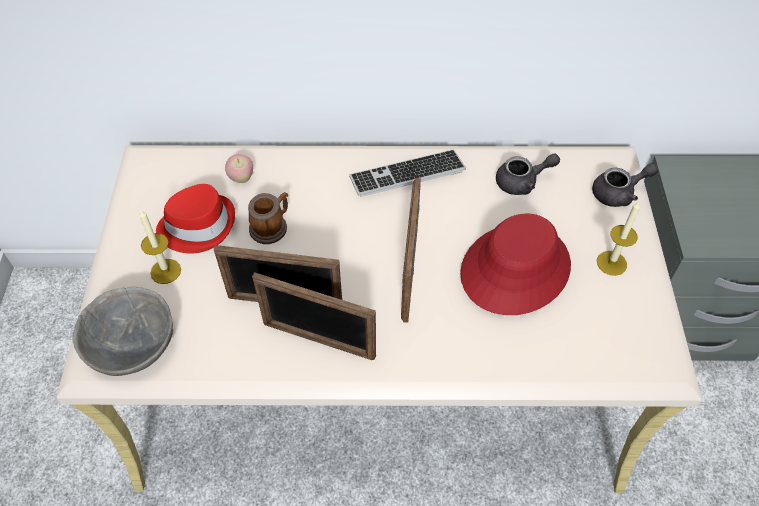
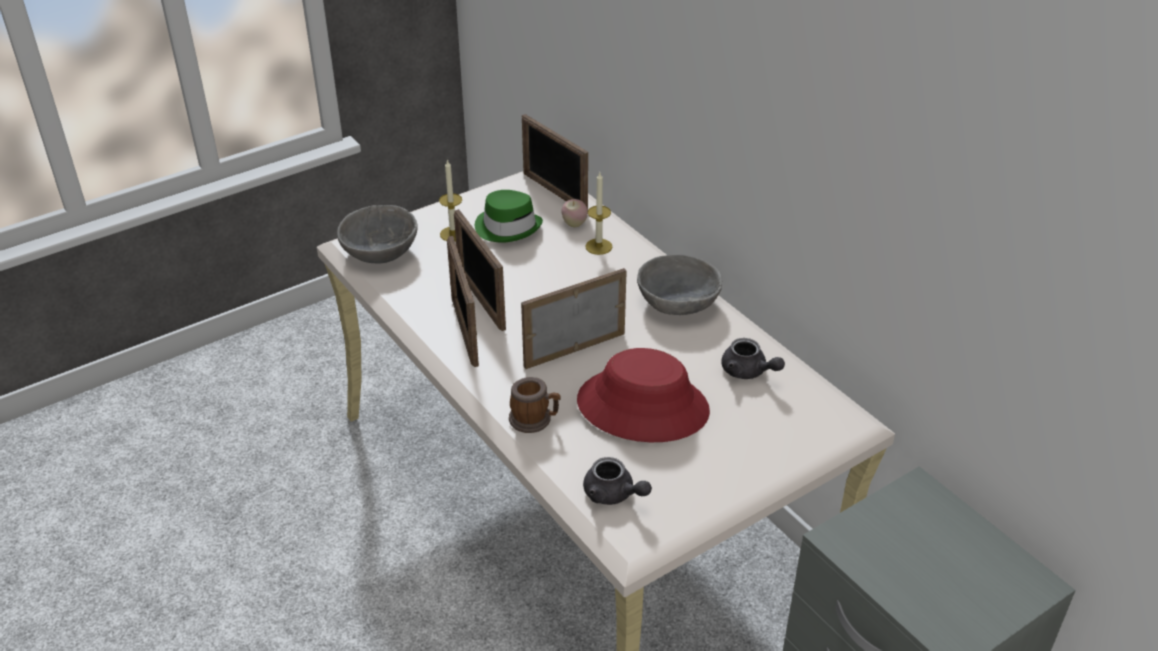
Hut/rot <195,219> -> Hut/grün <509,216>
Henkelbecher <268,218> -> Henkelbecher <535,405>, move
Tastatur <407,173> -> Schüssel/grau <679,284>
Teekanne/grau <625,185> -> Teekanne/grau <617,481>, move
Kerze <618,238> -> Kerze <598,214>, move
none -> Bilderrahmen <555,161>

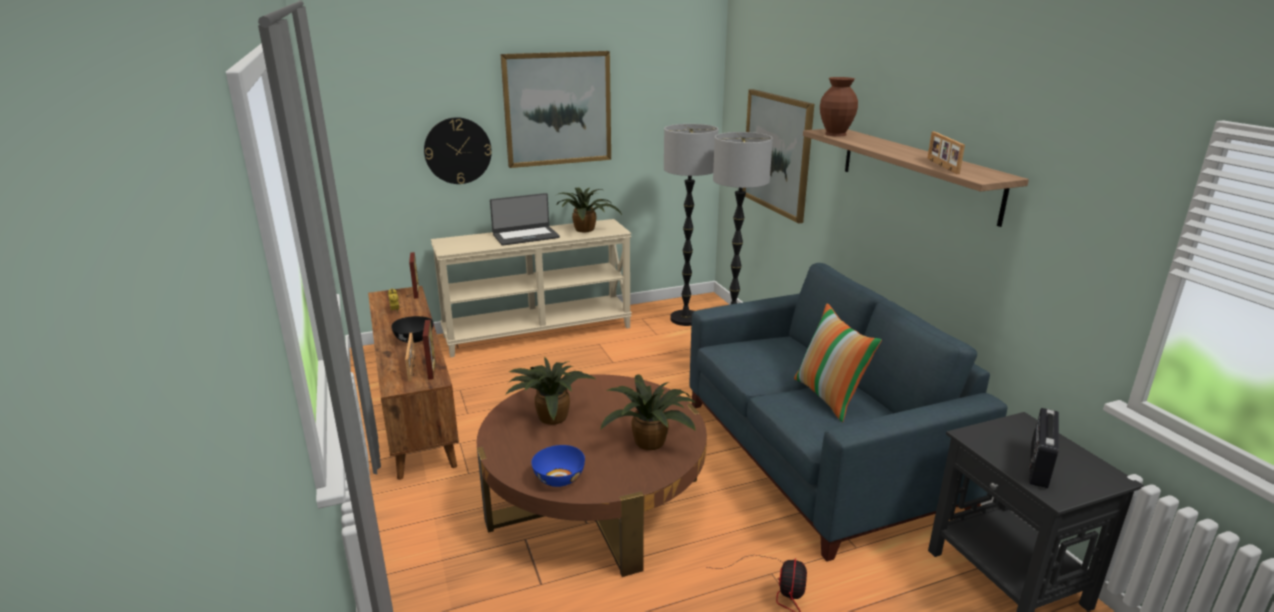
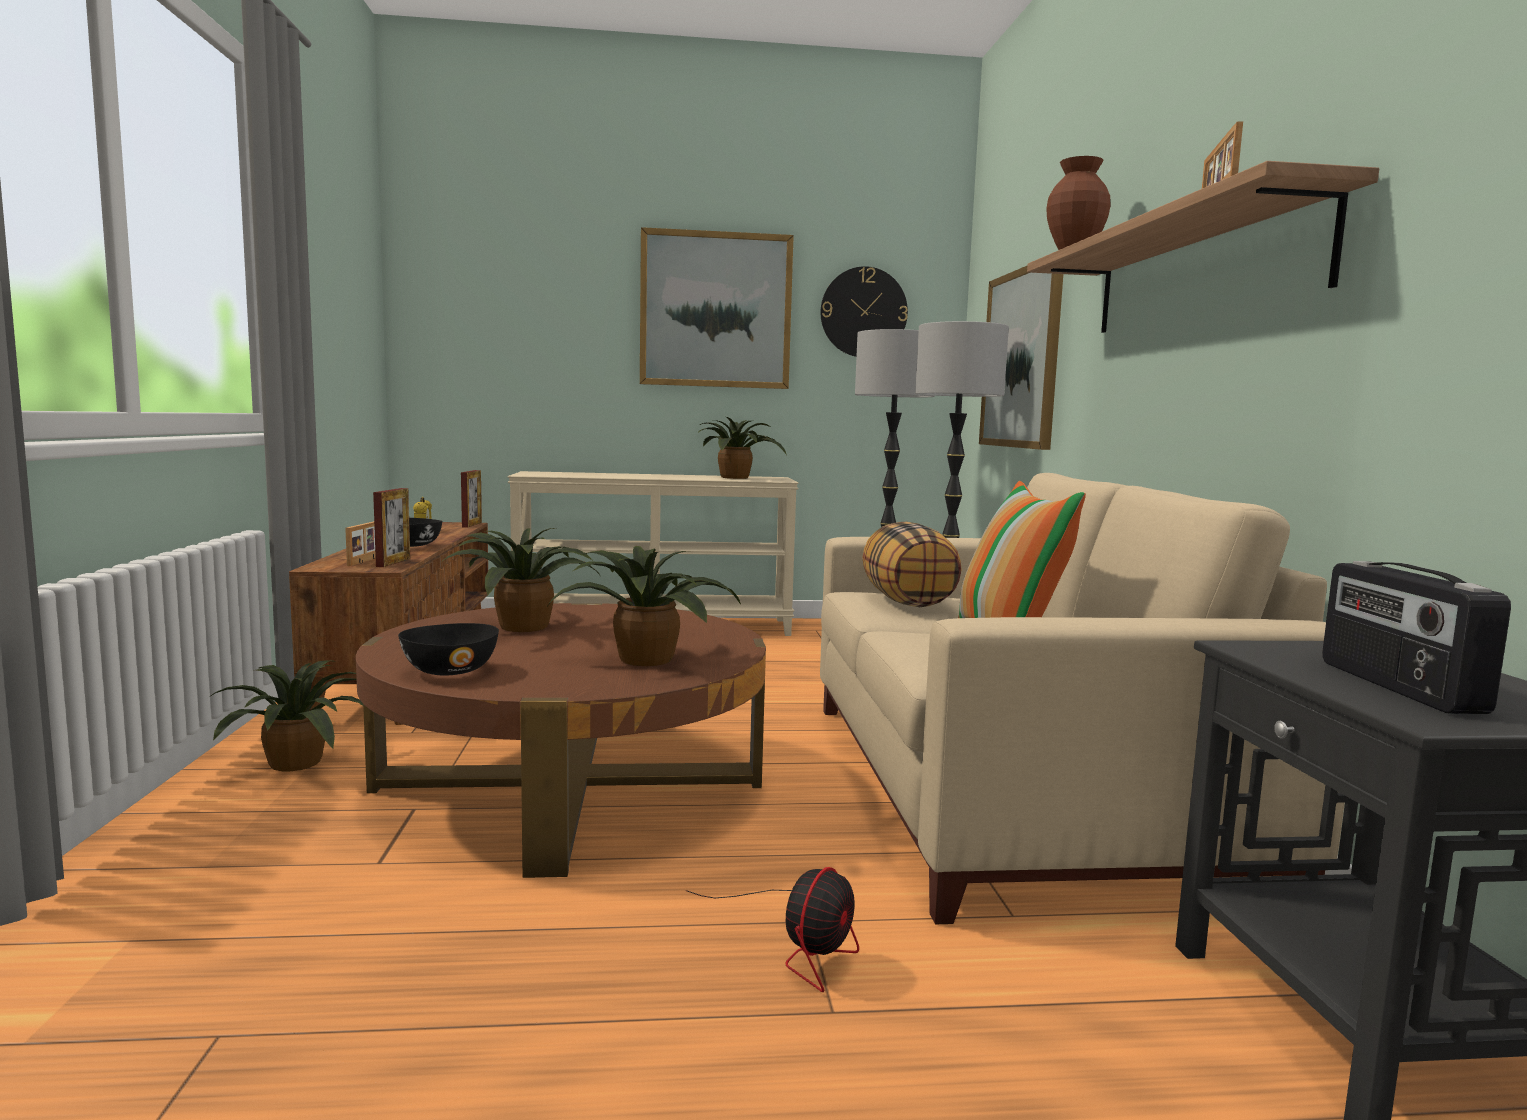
Wanduhr <458,150> -> Wanduhr <864,311>, move
Laptop <525,219> -> none
Schüssel/blau <558,466> -> Schüssel/schwarz <448,649>
Sofa/blau <848,412> -> Sofa/beige <1082,698>
Radio <1044,448> -> Radio <1416,637>, 45 degrees counterclockwise
none -> Topfpflanze <284,715>
none -> Kissen <912,564>

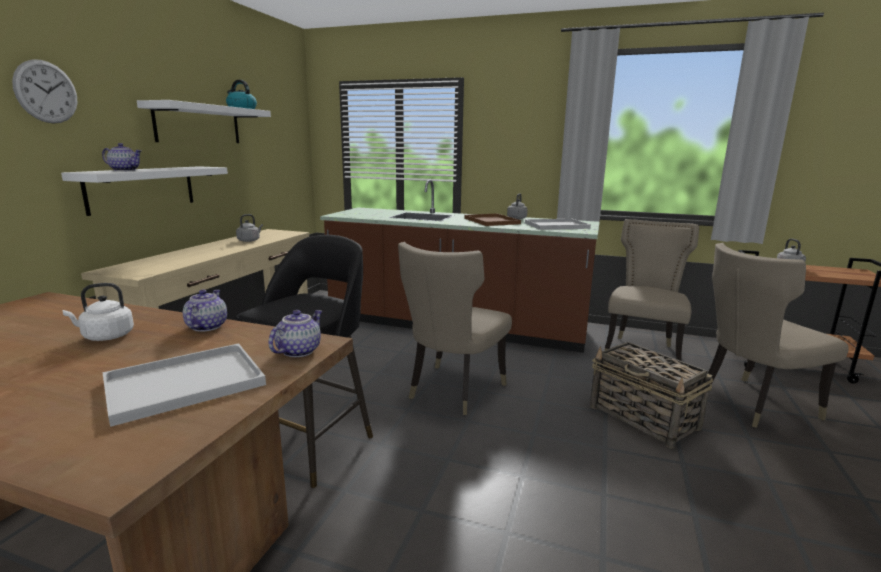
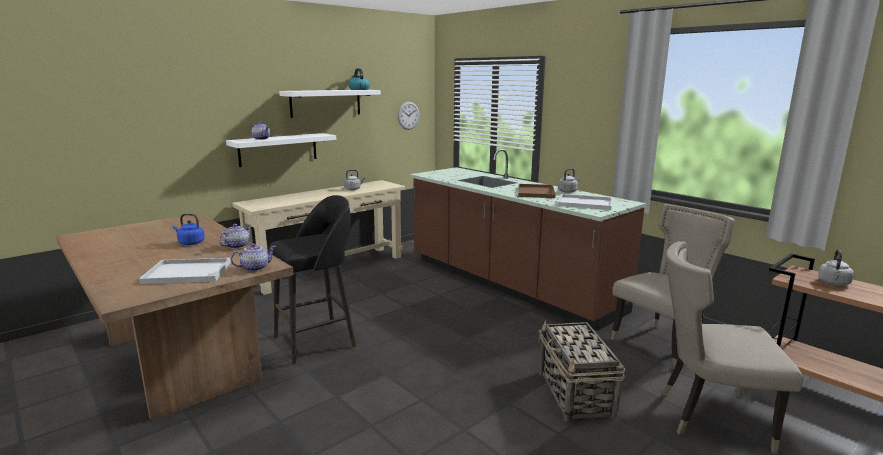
Wanduhr <45,92> -> Wanduhr <408,116>, move
Wasserkessel/weiß <98,312> -> Wasserkessel/blau <189,229>
Stuhl/beige <455,328> -> none

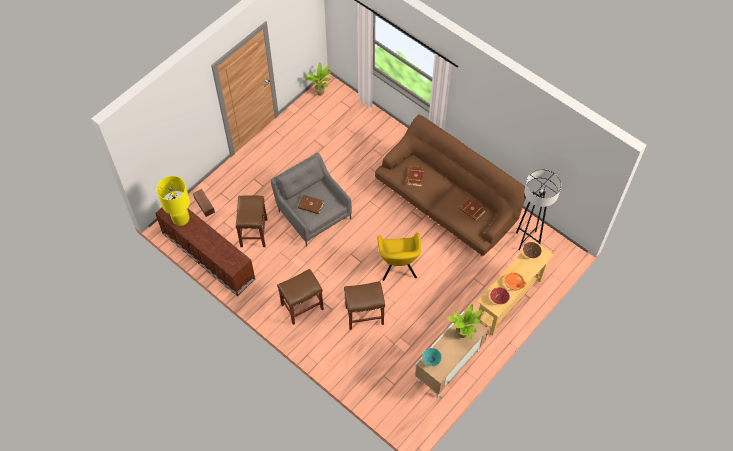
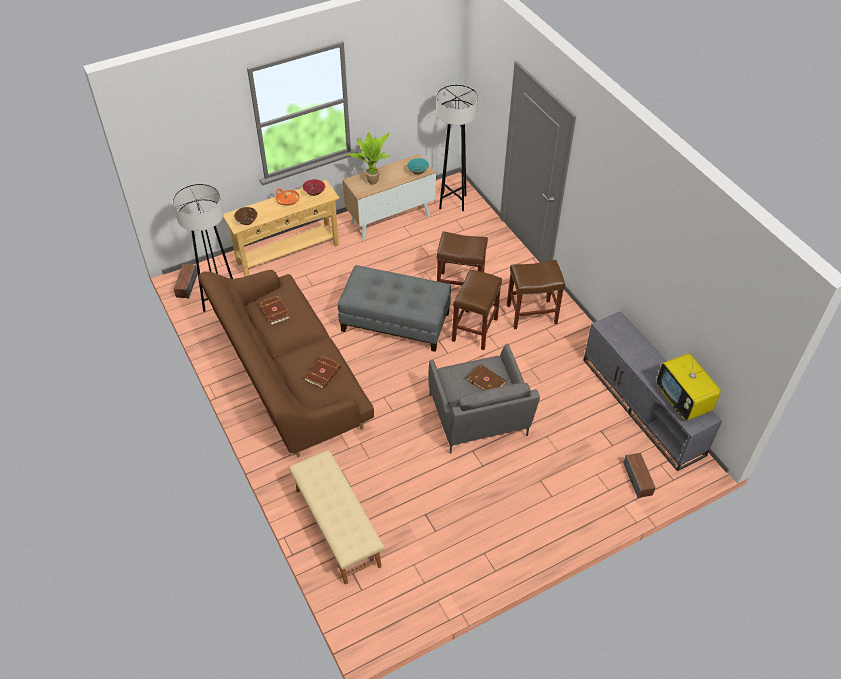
Fernsehschrank/braun <205,247> -> Fernsehschrank/grau <652,391>
Tischlampe/gelb <173,201> -> Fernseher <689,386>
Hocker/braun <251,221> -> Hocker/braun <477,309>, move
Topfpflanze <317,79> -> none
Sessel/gelb <399,257> -> Polsterhocker/grau <394,308>
none -> Lautsprecher <186,281>
none -> Bank/beige <336,517>
none -> Stehlampe/grau <457,148>

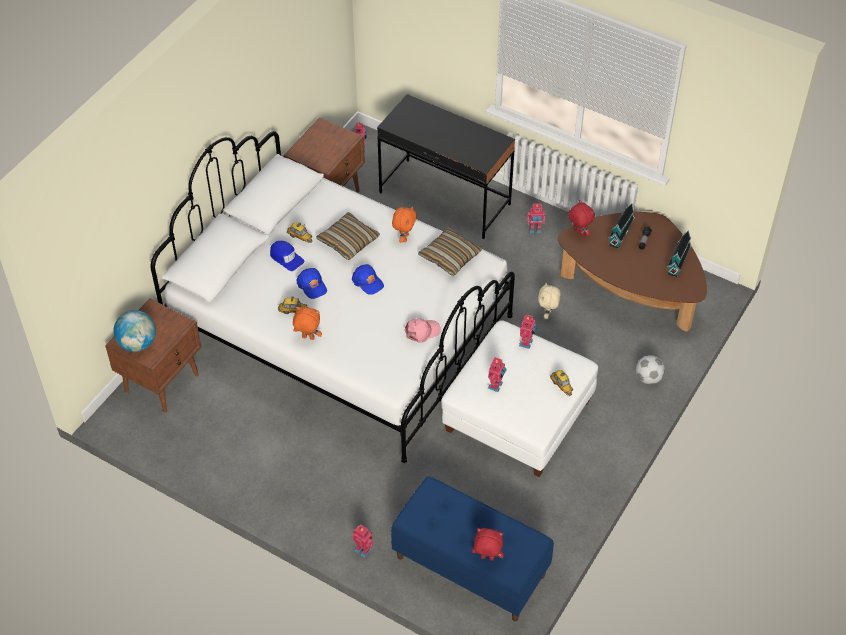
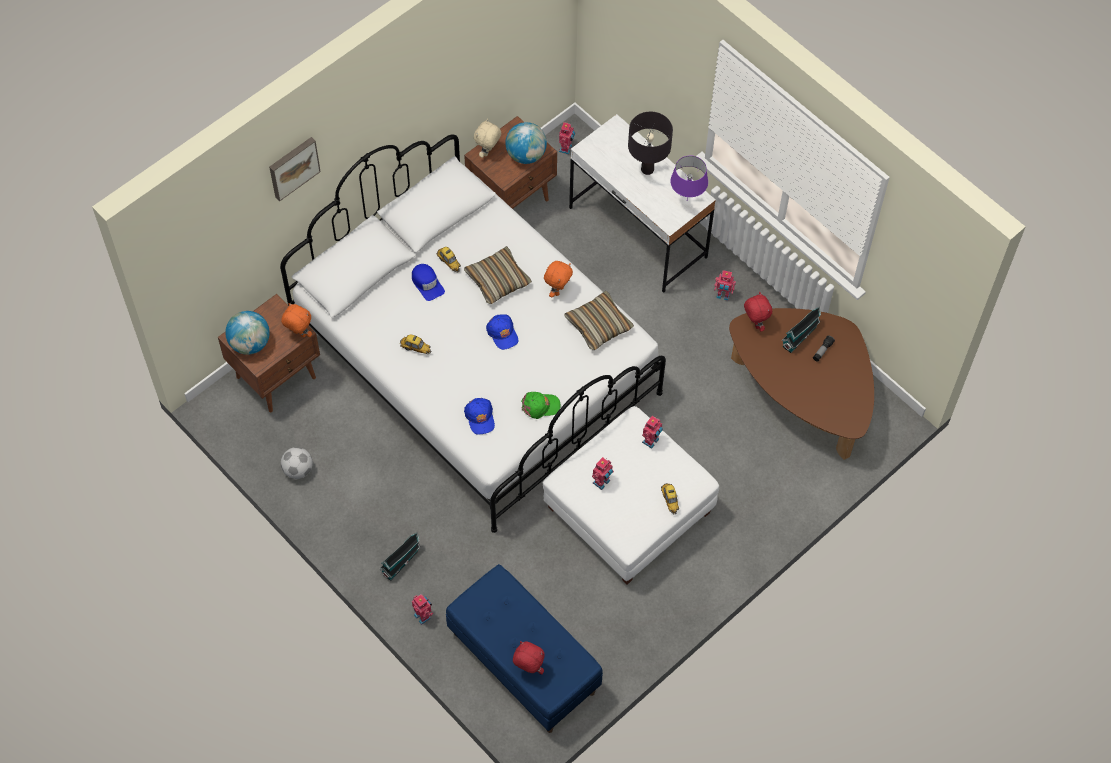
Plüschtier/orange <307,323> -> Plüschtier/orange <296,320>, move
Kappe/blau <311,283> -> Kappe/blau <479,416>, move
Schreibtisch/schwarz <446,166> -> Schreibtisch/weiß <642,203>
Kappe/rosa <422,330> -> Kappe/grün <540,405>
Plüschtier/beige <549,300> -> Plüschtier/beige <487,138>, move
Fußball <650,369> -> Fußball <297,463>, move
Spielzeughaus <679,253> -> Spielzeughaus <399,556>, move
none -> Bild <295,169>
none -> Globus <526,143>
none -> Tischlampe/schwarz <650,143>
none -> Tischlampe/lila <689,177>

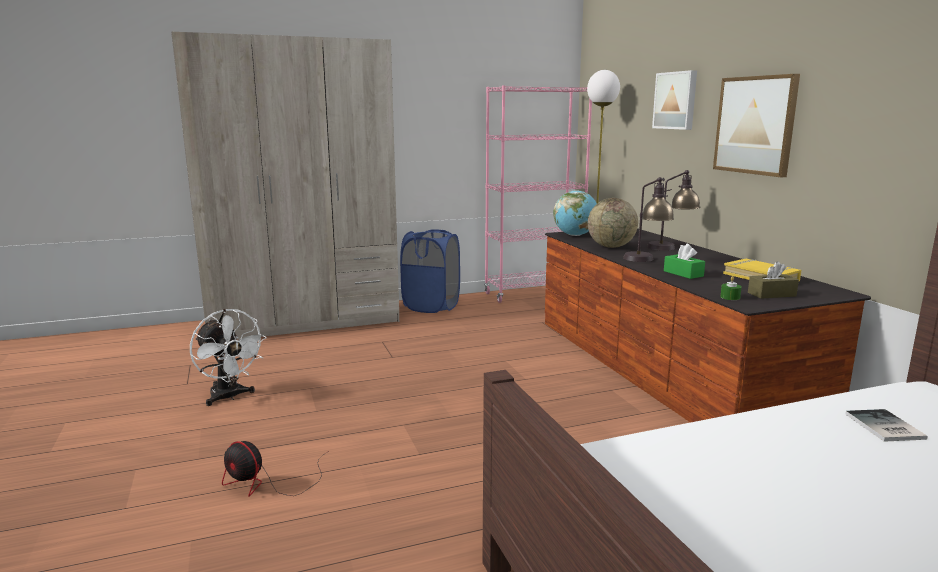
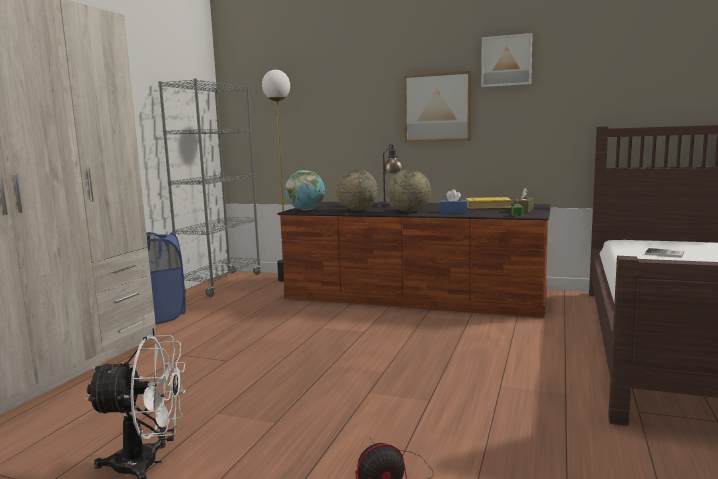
Bücherregal/rosa <538,194> -> Bücherregal/grau <209,188>
Tischlampe <648,219> -> Globus <409,190>
Bild <674,100> -> Bild <506,60>, move
Taschentuchbox/grün <684,261> -> Taschentuchbox/blau <453,201>

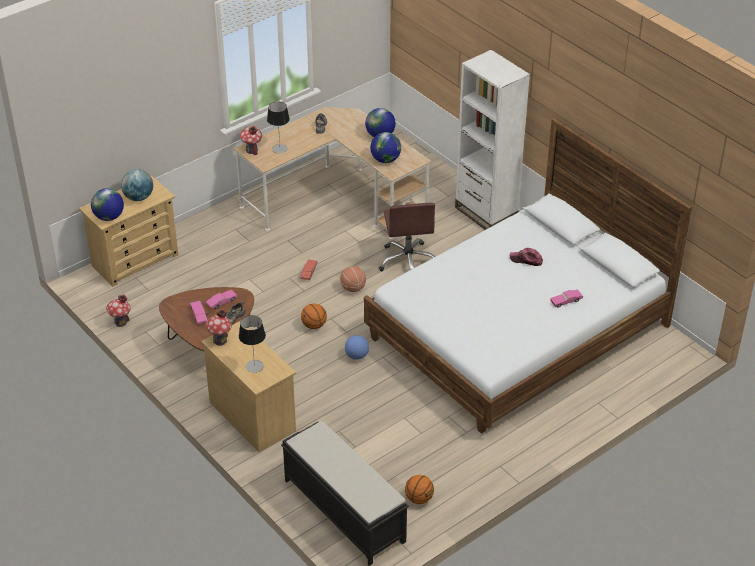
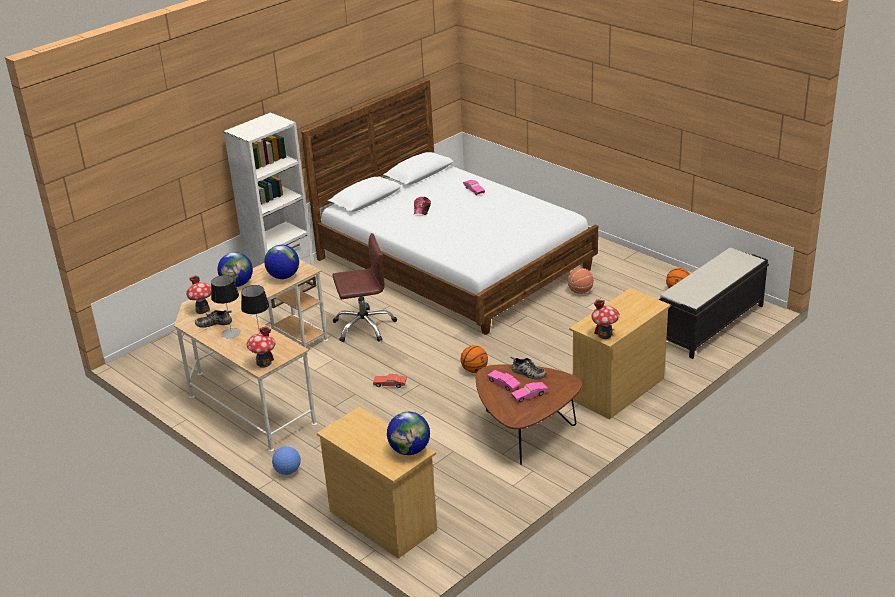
Spielzeughaus <118,310> -> Spielzeughaus <198,294>, move
Globus <137,185> -> none
Tischlampe <252,344> -> Tischlampe <226,306>, move
Basketball <353,279> -> Basketball <581,281>, move
Fußball <357,347> -> Fußball <286,460>, move

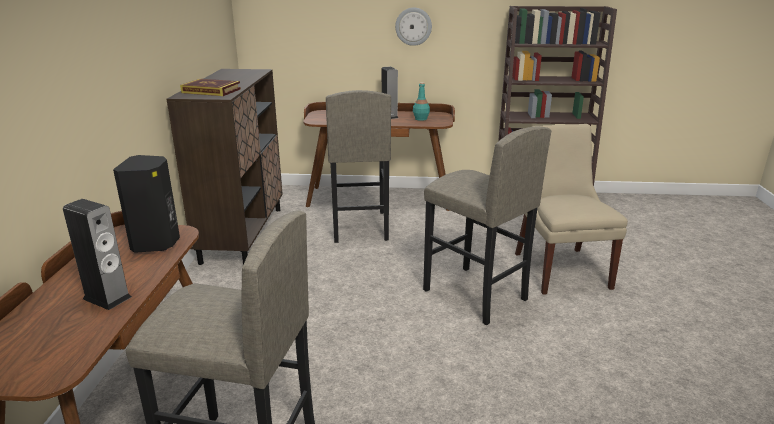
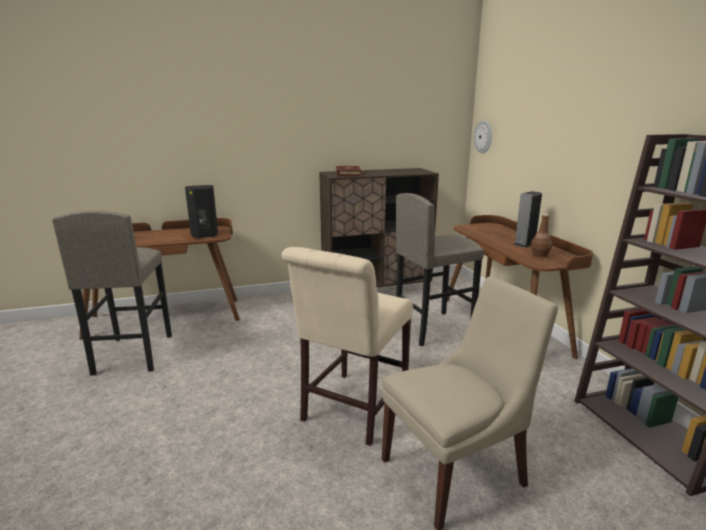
Lautsprecher <97,254> -> none
Wanduhr <413,27> -> Wanduhr <483,137>, move
Flasche/türkis <421,101> -> Flasche/braun <541,235>
Hocker/grau <487,226> -> Stuhl/beige <347,346>

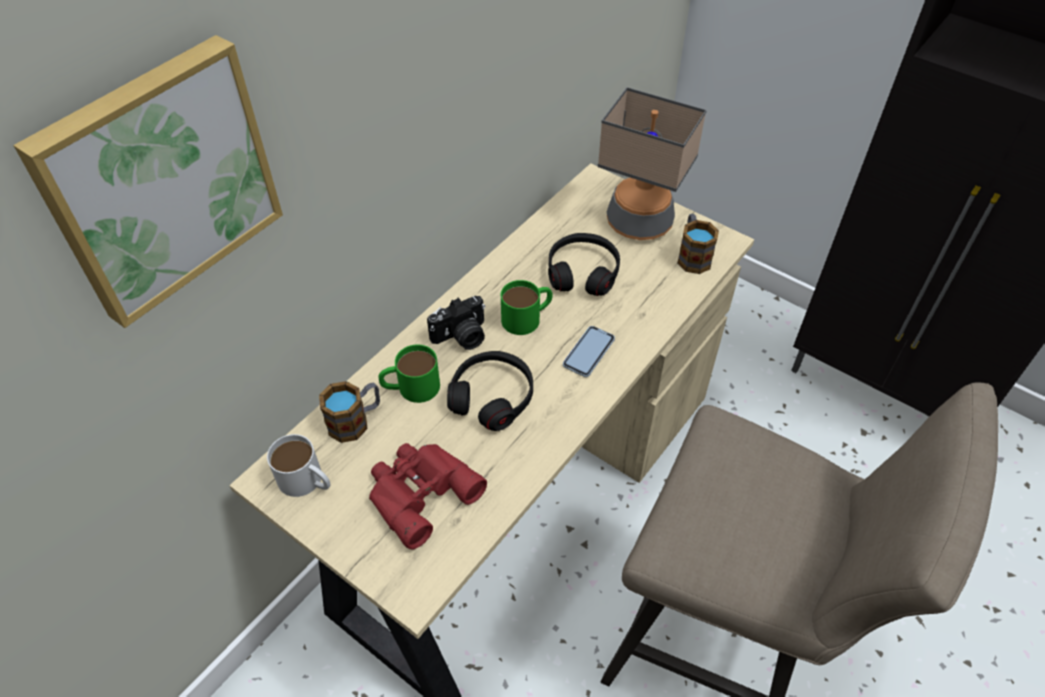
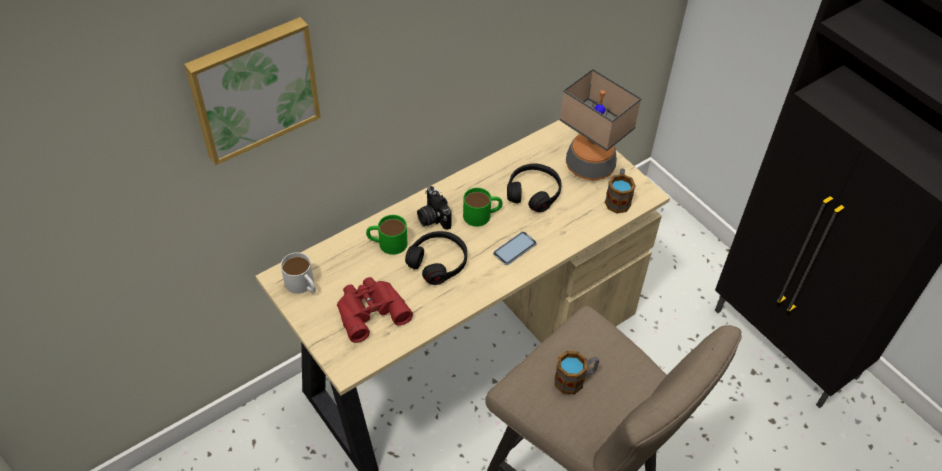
Henkelbecher <349,412> -> Henkelbecher <577,372>, move
Kamera <456,323> -> Kamera <434,208>, 75 degrees clockwise

